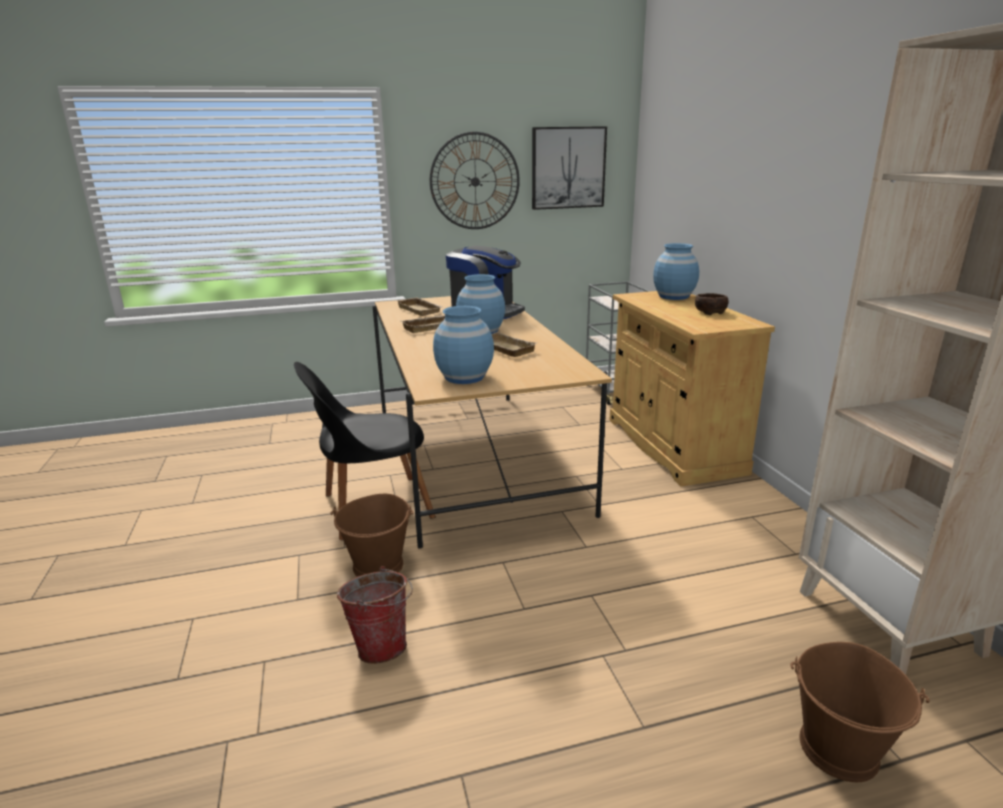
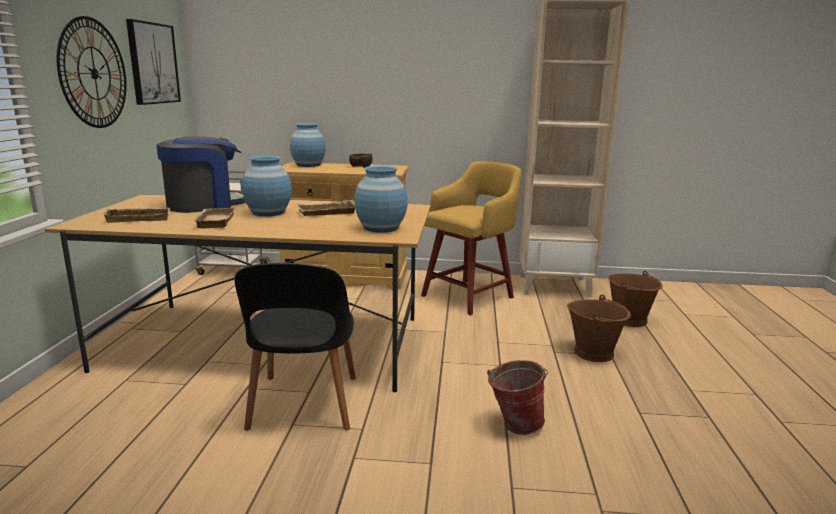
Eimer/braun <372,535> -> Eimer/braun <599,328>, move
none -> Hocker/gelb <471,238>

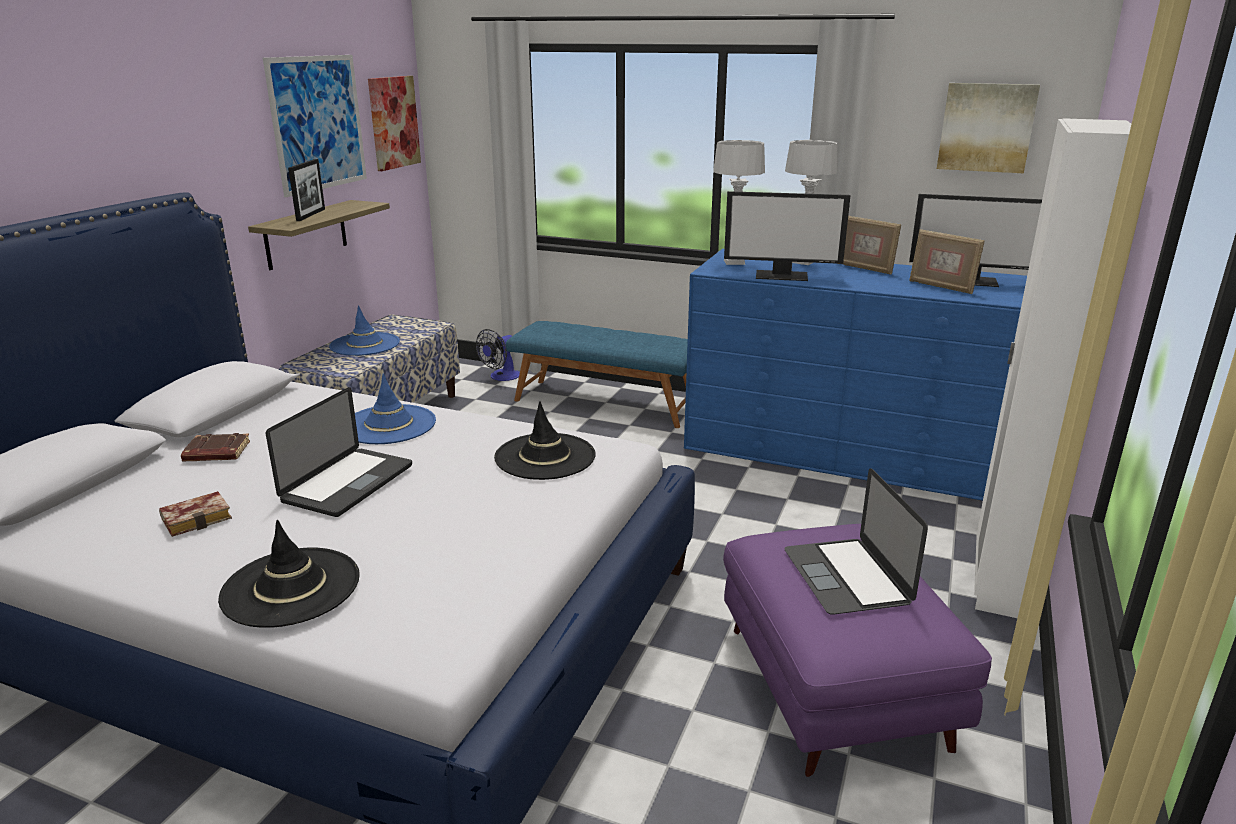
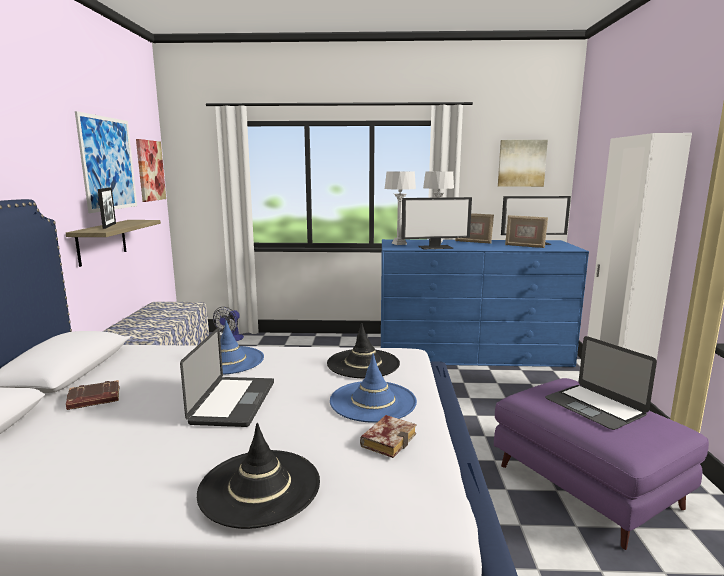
Buch <195,514> -> Buch <388,436>, move
Hut/blau <364,330> -> Hut/blau <373,388>, move
Bank/blau <597,374> -> none

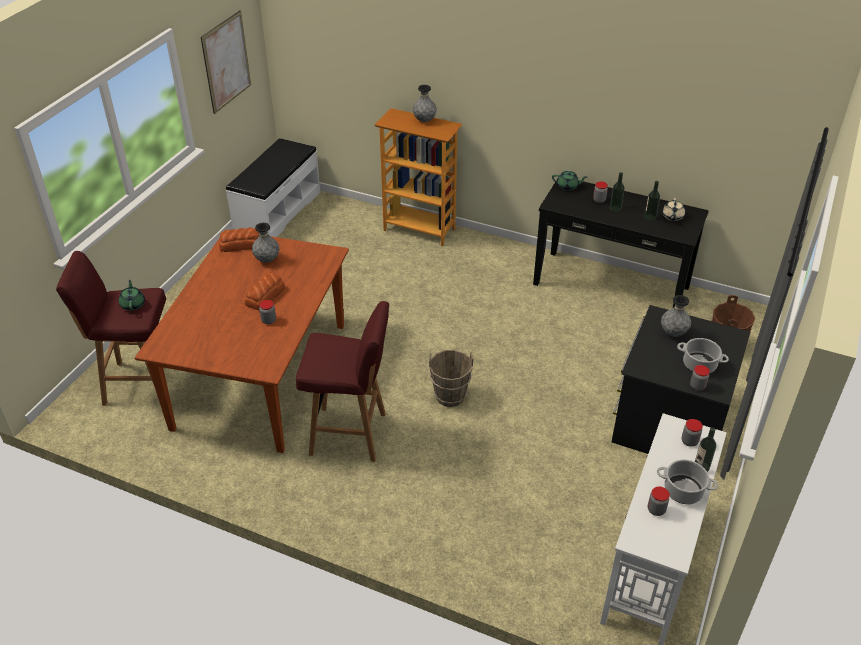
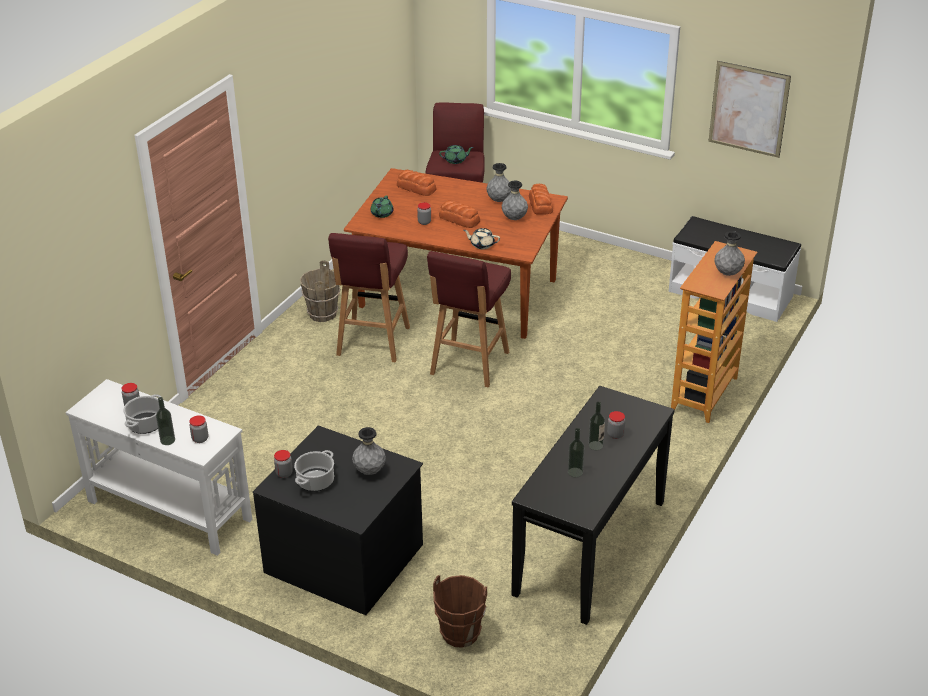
Eimer/braun <451,378> -> Eimer/braun <320,291>, move
Teekanne/grün <569,181> -> Teekanne/grün <382,206>, move
Teekanne/beige <673,209> -> Teekanne/beige <481,238>, move
none -> Brot <416,183>
none -> Hocker/rot <469,319>
none -> Vase/grau <498,182>

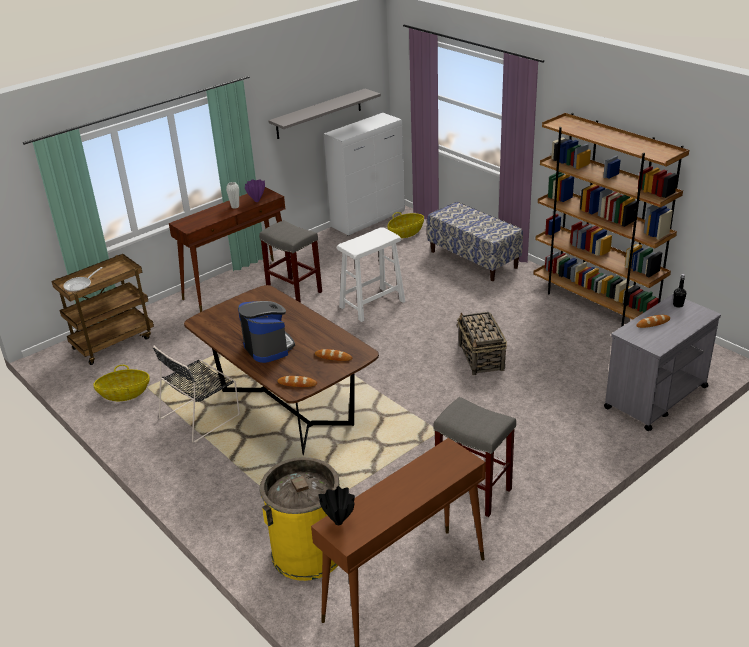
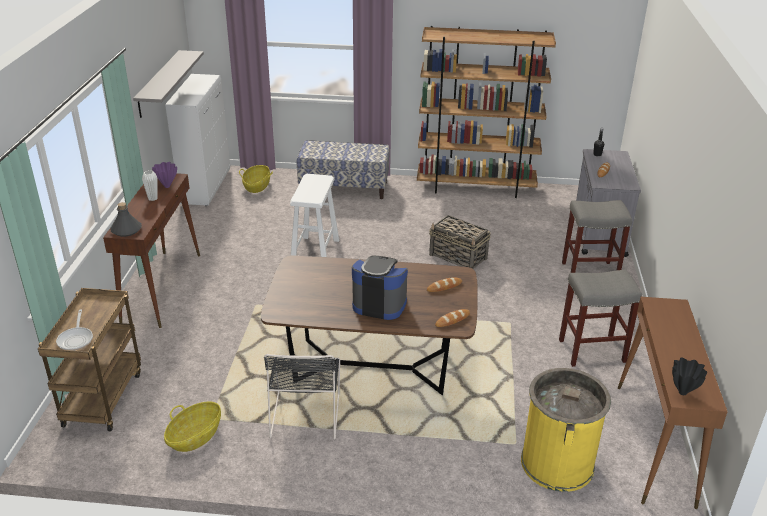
Hocker/grau <290,261> -> Hocker/grau <597,236>, move
none -> Flasche/grau <126,219>

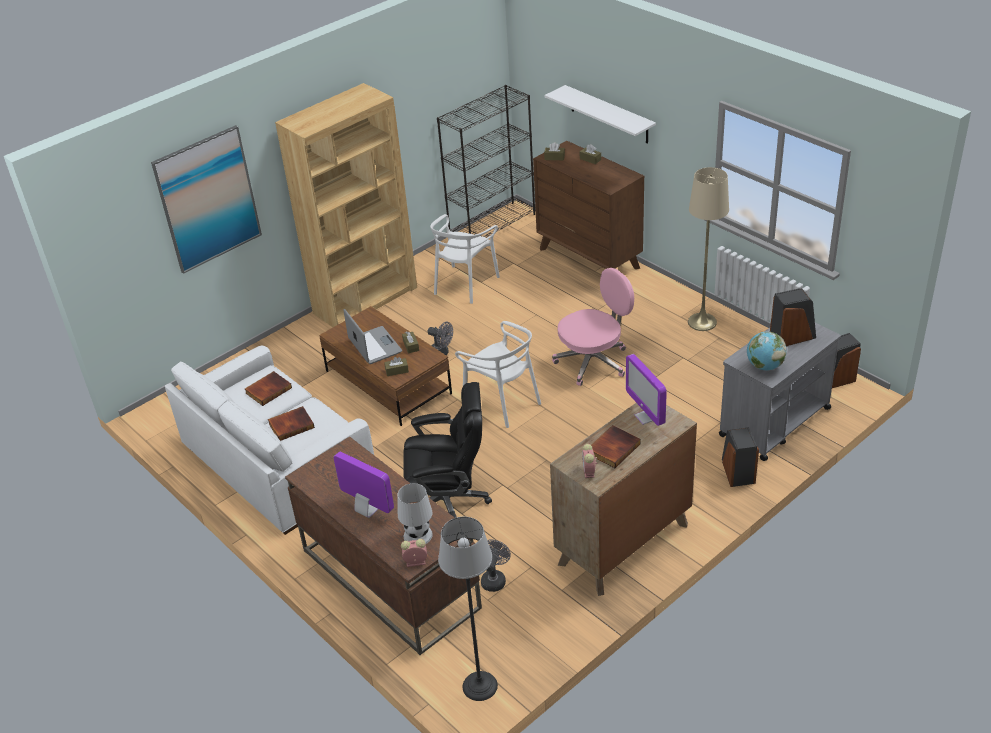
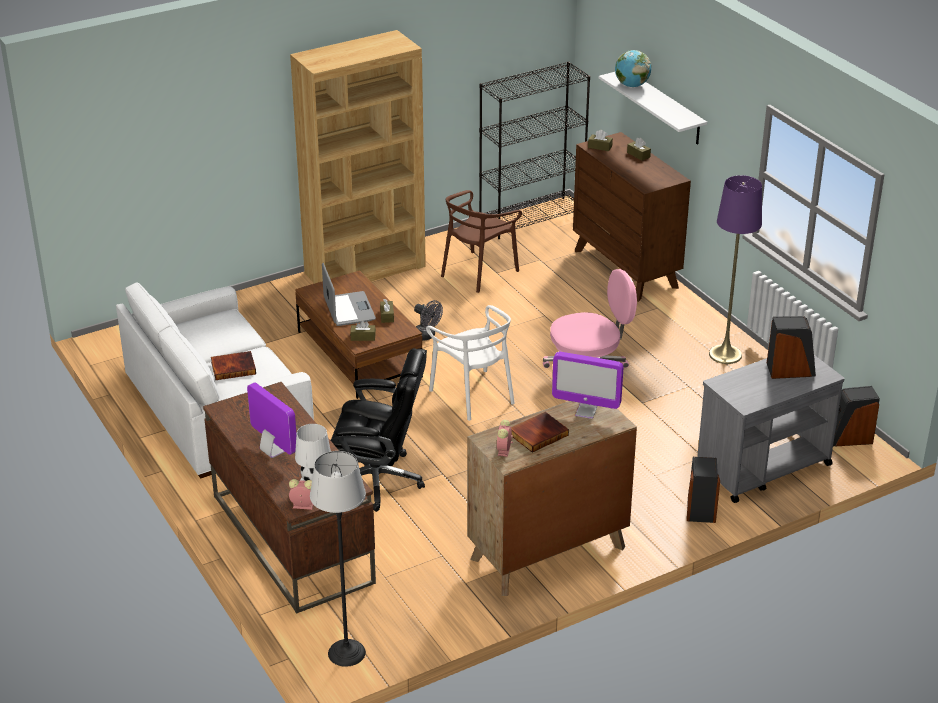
Bild <206,199> -> none
Buch <268,388> -> none
Stuhl/weiß <465,259> -> Stuhl/braun <481,241>
Ventilator/grau <496,565> -> none
Monitor <646,390> -> Monitor <587,385>, 60 degrees counterclockwise
Stehlampe/beige <708,249> -> Stehlampe/lila <735,269>
Globus <767,350> -> Globus <633,68>, move

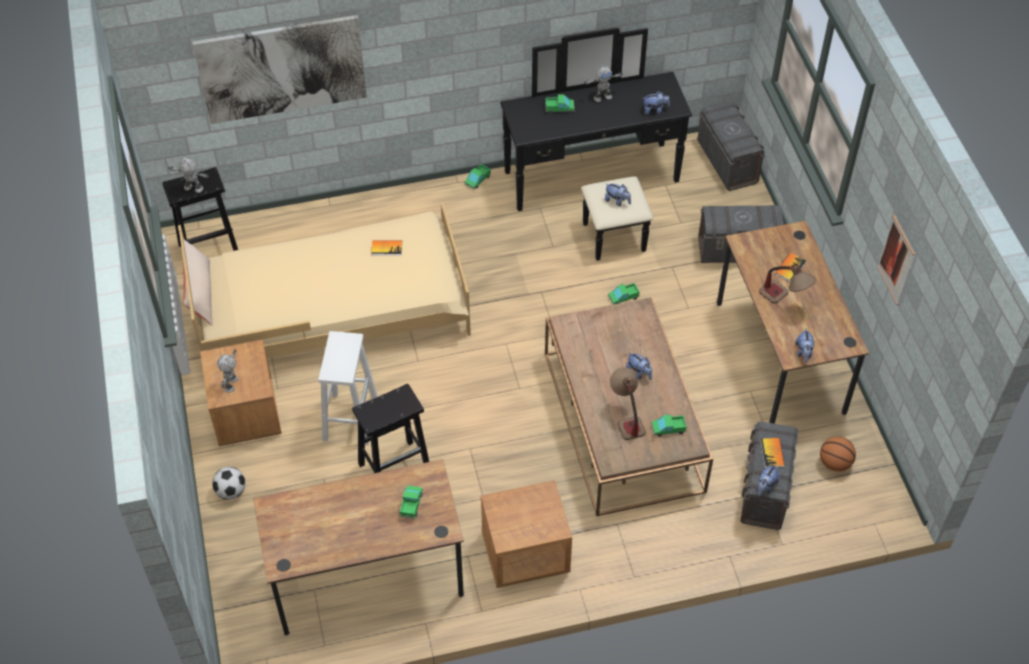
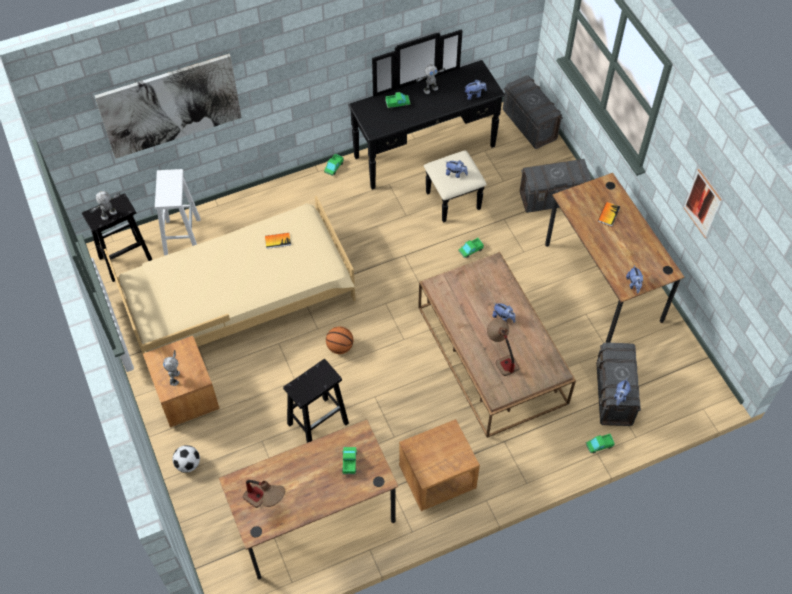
Spielzeugroboter <188,175> -> Spielzeugroboter <105,205>, 45 degrees counterclockwise
Kissen/beige <198,282> -> none
Hocker/weiß <348,388> -> Hocker/weiß <178,212>, move
Spielzeuglaster <668,425> -> Spielzeuglaster <600,444>, move
Tischlampe <787,283> -> Tischlampe <264,494>, move
Buch <772,453> -> none
Basketball <838,454> -> Basketball <339,340>, move

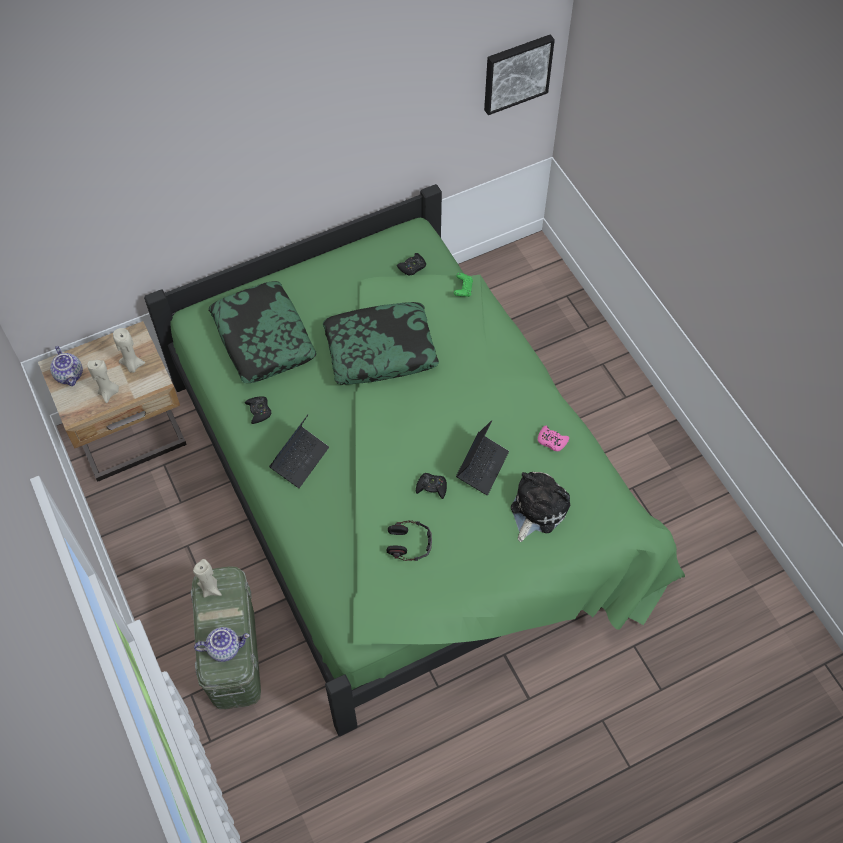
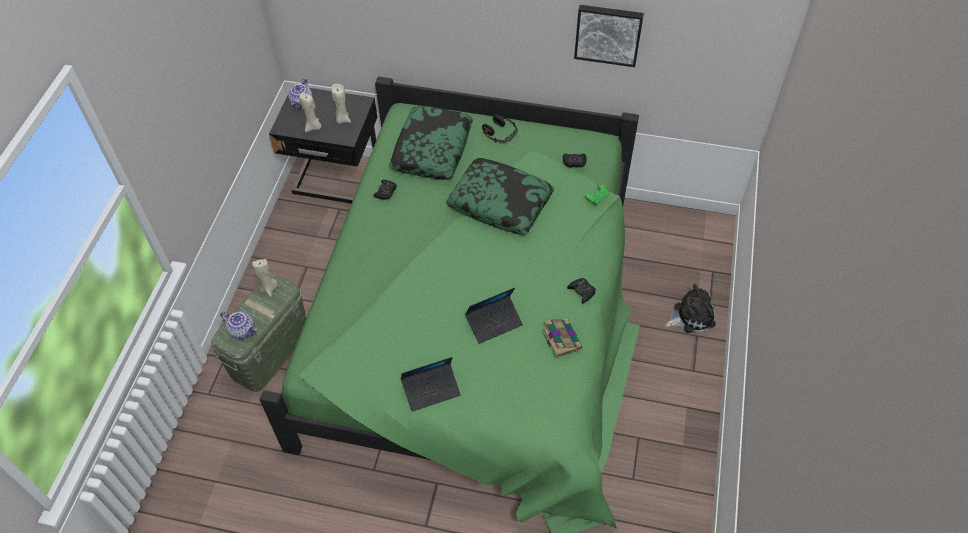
Nachttisch/beige <112,401> -> Nachttisch/schwarz <323,144>
Laptop <299,451> -> Laptop <431,384>, move
Kopfhörer <409,540> -> Kopfhörer <500,129>, move
Gamepad/schwarz <431,486> -> Gamepad/schwarz <581,290>, move
Bild <519,74> -> Bild <609,36>, move
Plüschtier <540,507> -> Plüschtier <690,308>, move
Gamepad/rosa <553,438> -> Buch <562,338>

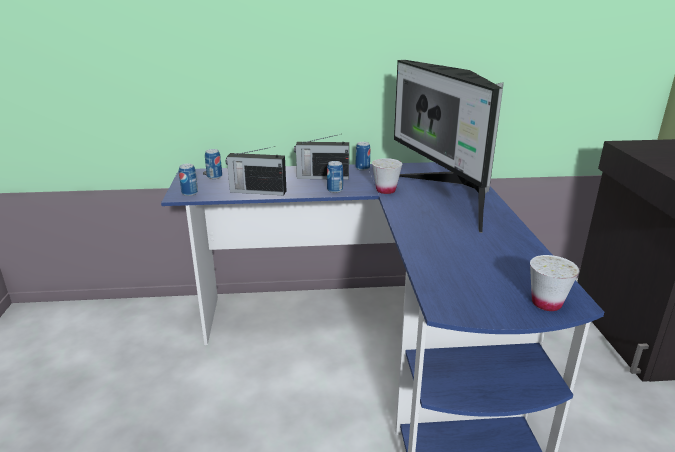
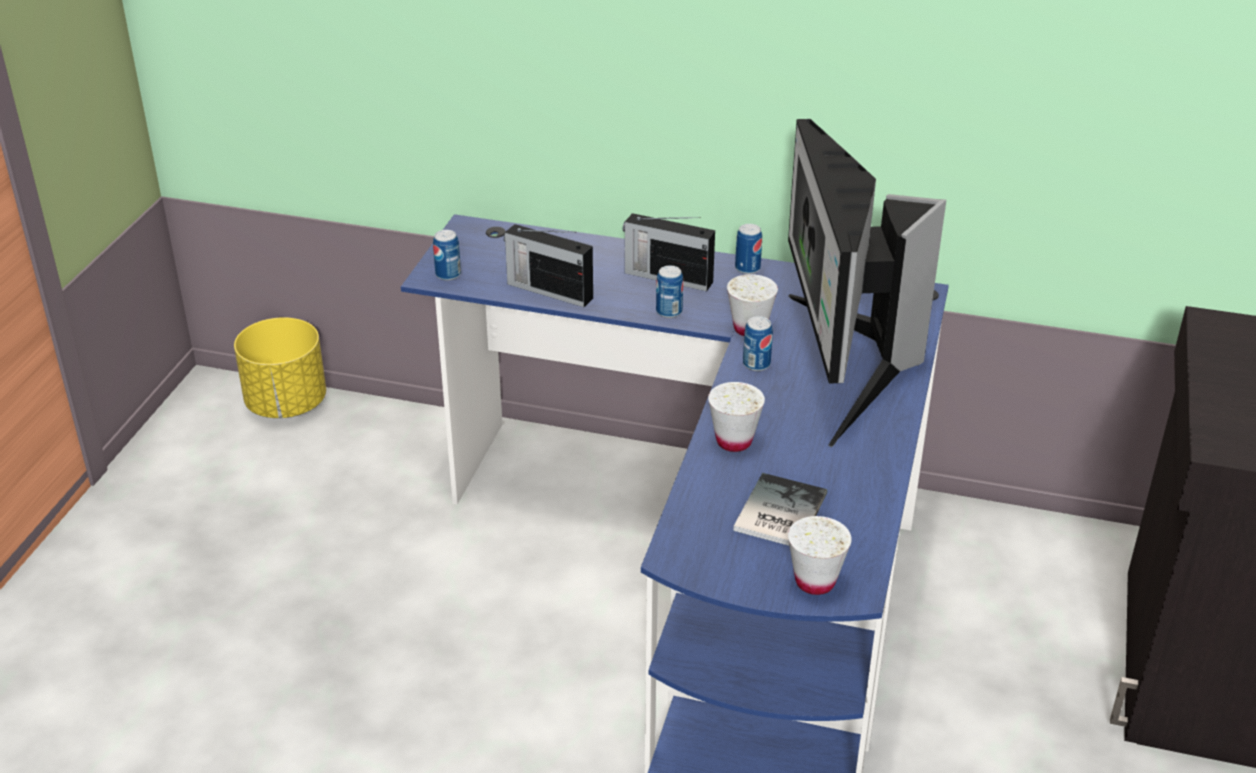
Dose <213,164> -> Dose <758,343>, move
none -> Pflanzkübel/gelb <280,367>
none -> Tasse/weiß <736,417>
none -> Buch <780,509>

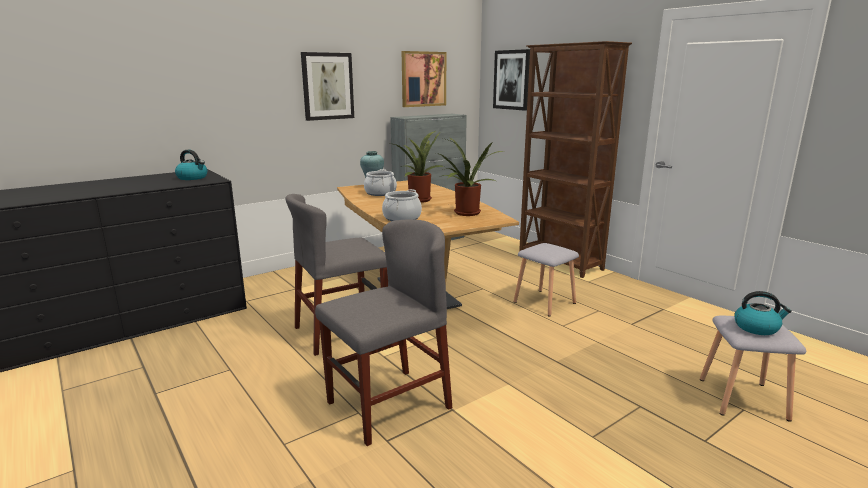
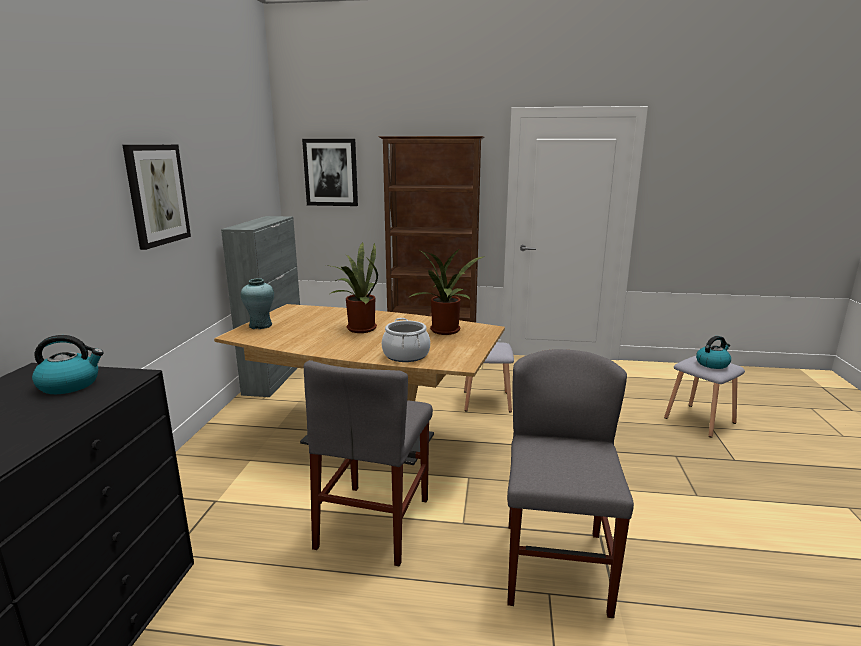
Kochtopf <380,182> -> none
Bild <424,79> -> none

